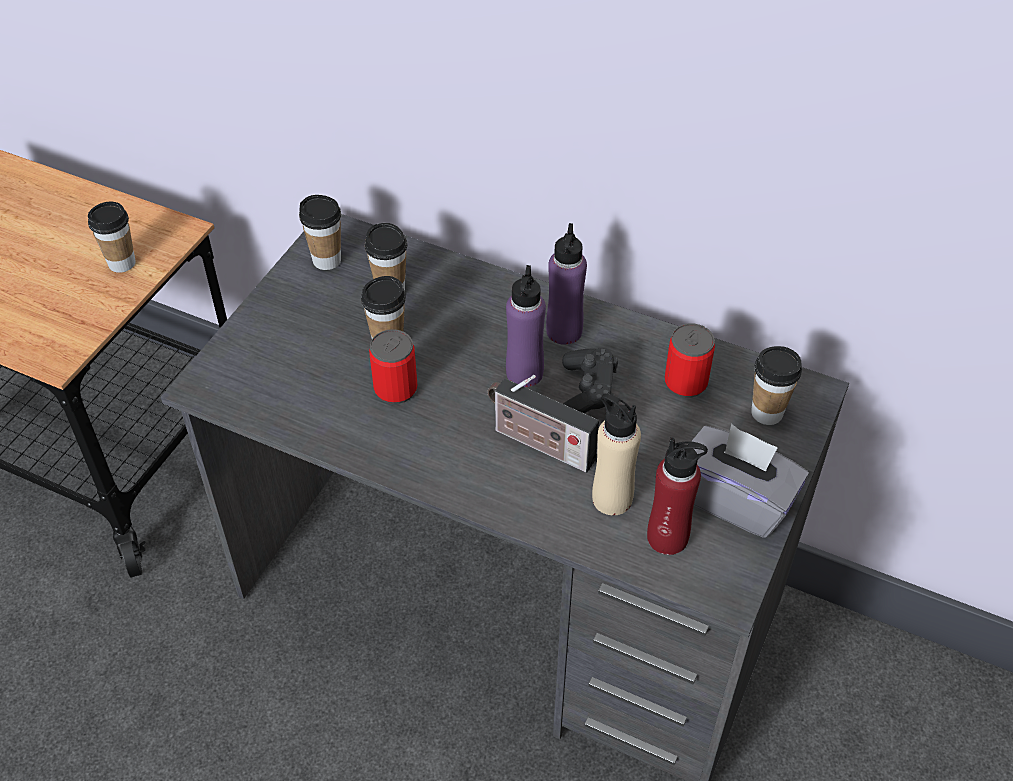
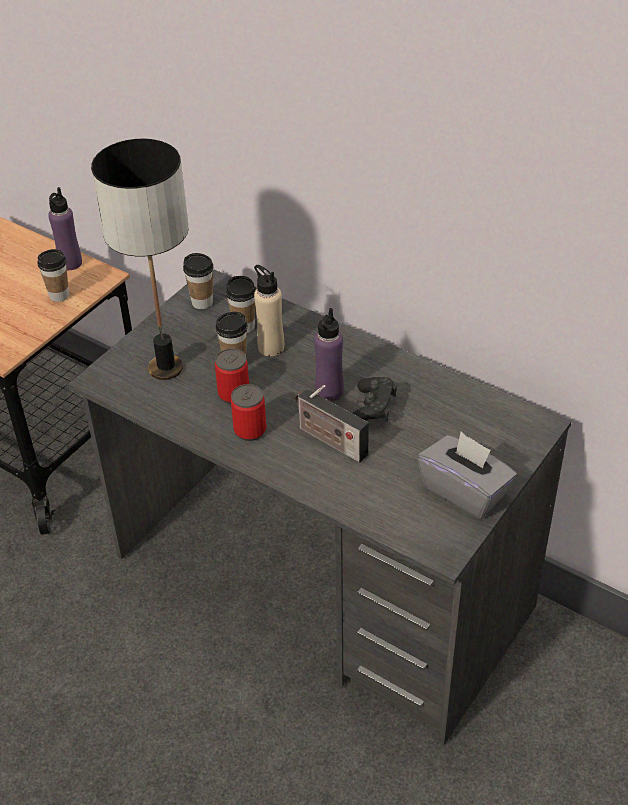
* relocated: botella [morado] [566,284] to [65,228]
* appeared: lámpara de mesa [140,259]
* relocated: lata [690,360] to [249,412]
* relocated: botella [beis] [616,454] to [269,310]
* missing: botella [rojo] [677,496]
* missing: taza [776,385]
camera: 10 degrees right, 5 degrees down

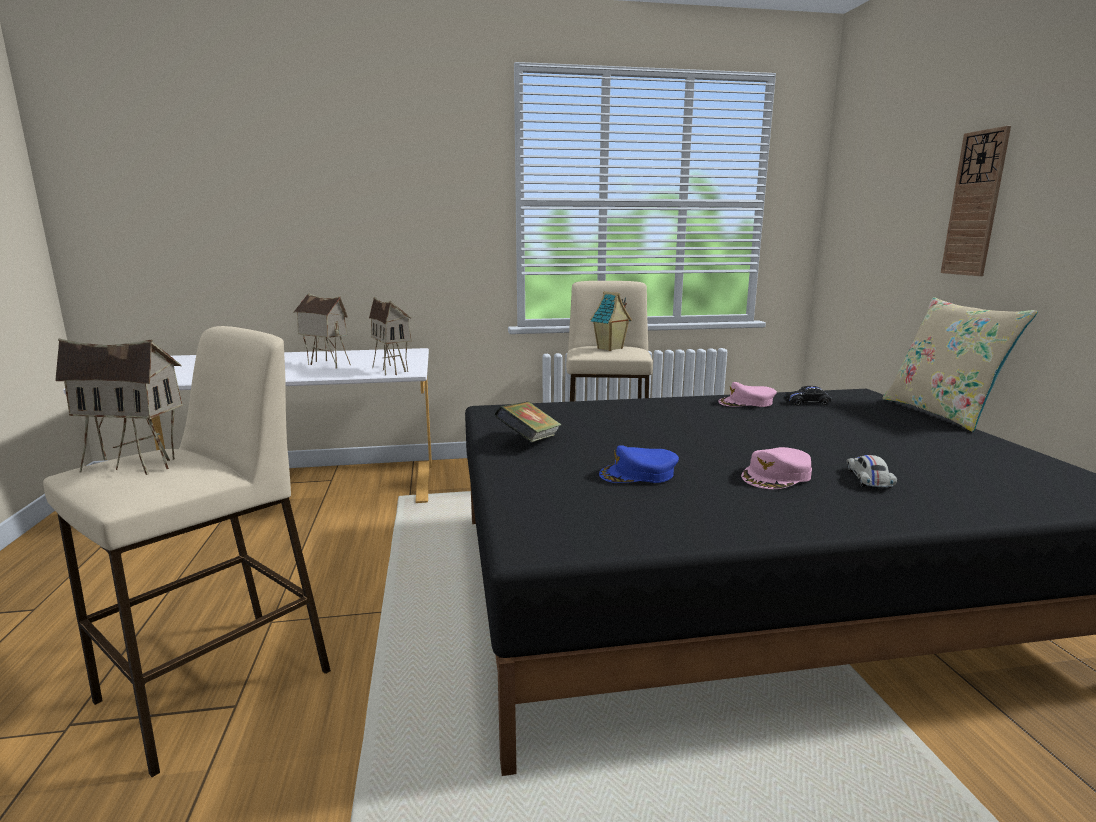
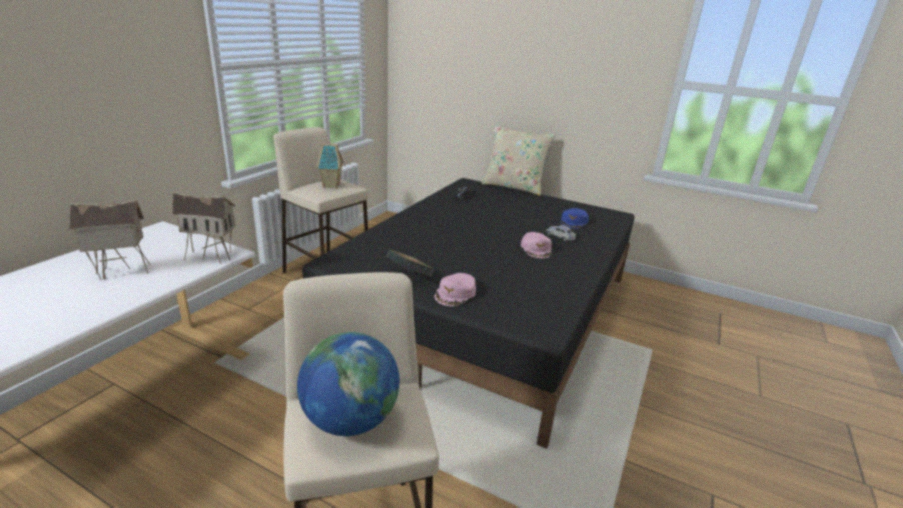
* exchanged: casita [119,406] to globo terráqueo [348,384]
* relocated: gorra [rosa] [747,394] to [455,289]
* relocated: gorra [azul] [639,464] to [575,218]
* missing: reloj de pared [976,201]
camera: 55 degrees left, 10 degrees up

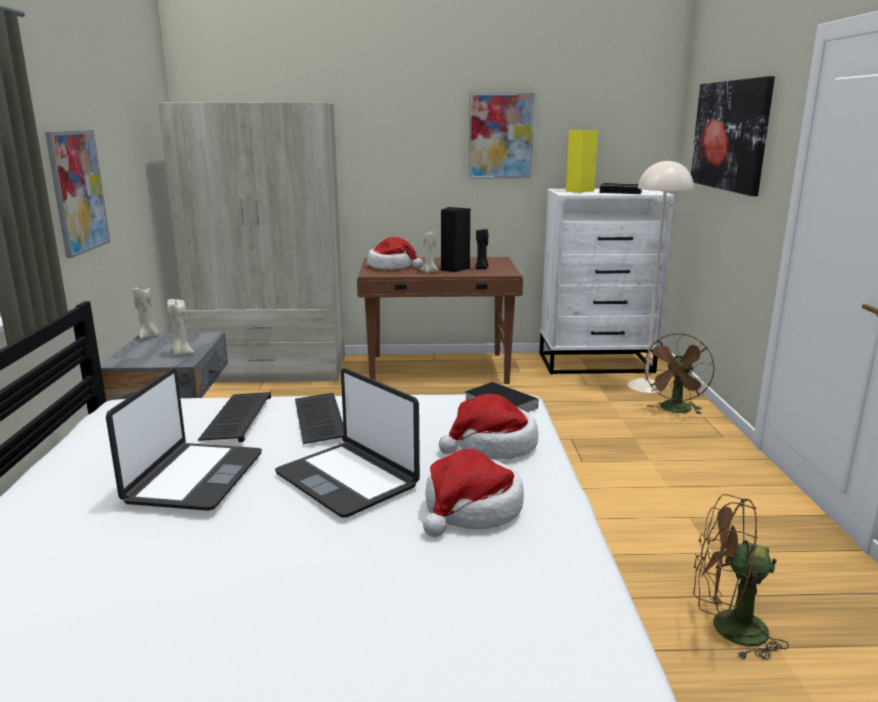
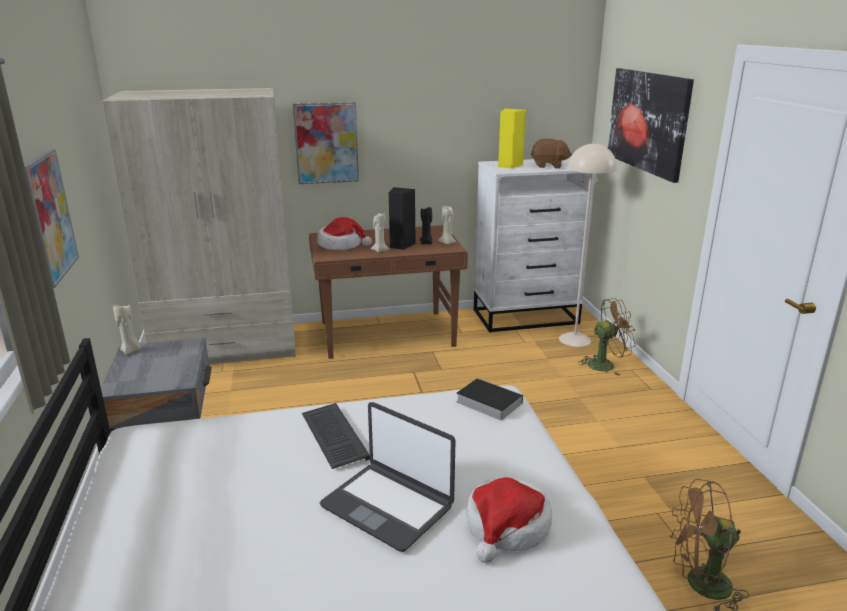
* relocated: cuadro [501,136] to [326,143]
* relocated: vela [beis] [180,327] to [447,225]
* exchanged: libro [623,188] to peluche [marrón] [551,153]
* spun: ventilador [marrón] [678,373] = [607,337] 120 degrees counterclockwise
* missing: portátil [184,439]
* missing: teclado [234,417]
* missing: sombrero [488,427]
camera: 10 degrees left, 5 degrees up

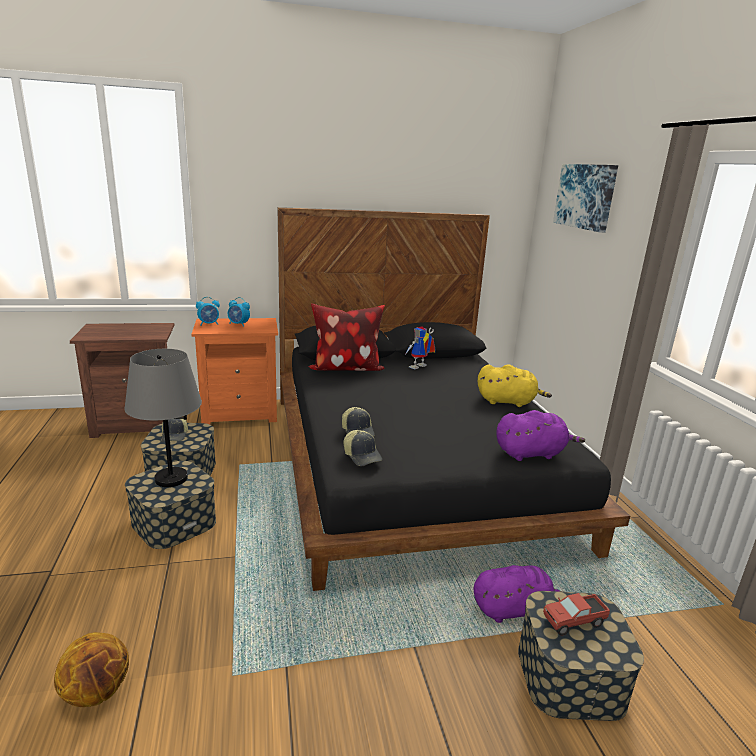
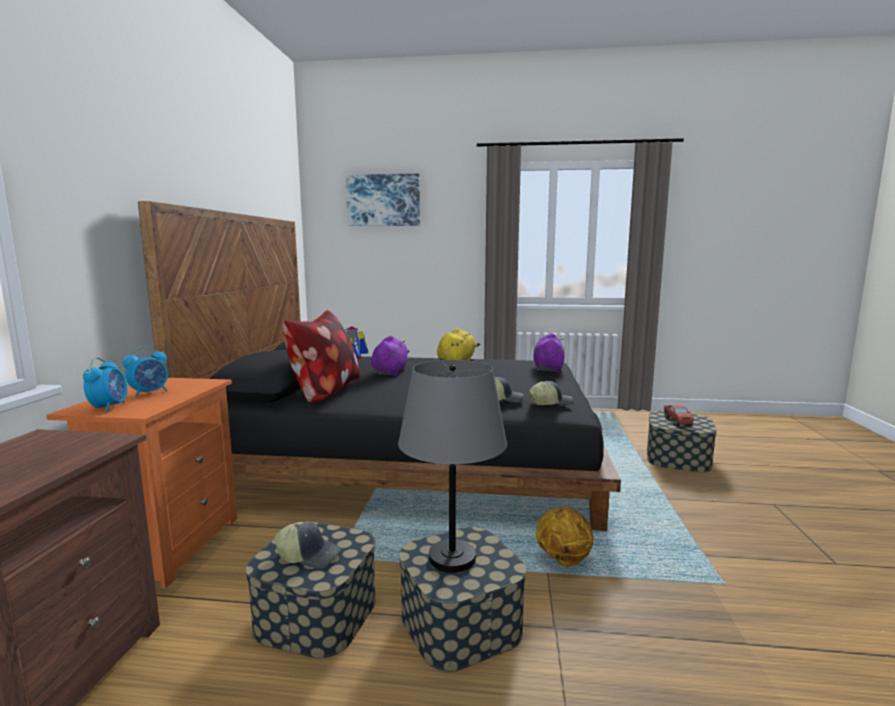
* relocated: peluche [morado] [518,594] to [390,356]
* relocated: balón de baloncesto [91,669] to [564,537]
camera: 70 degrees left, 10 degrees down

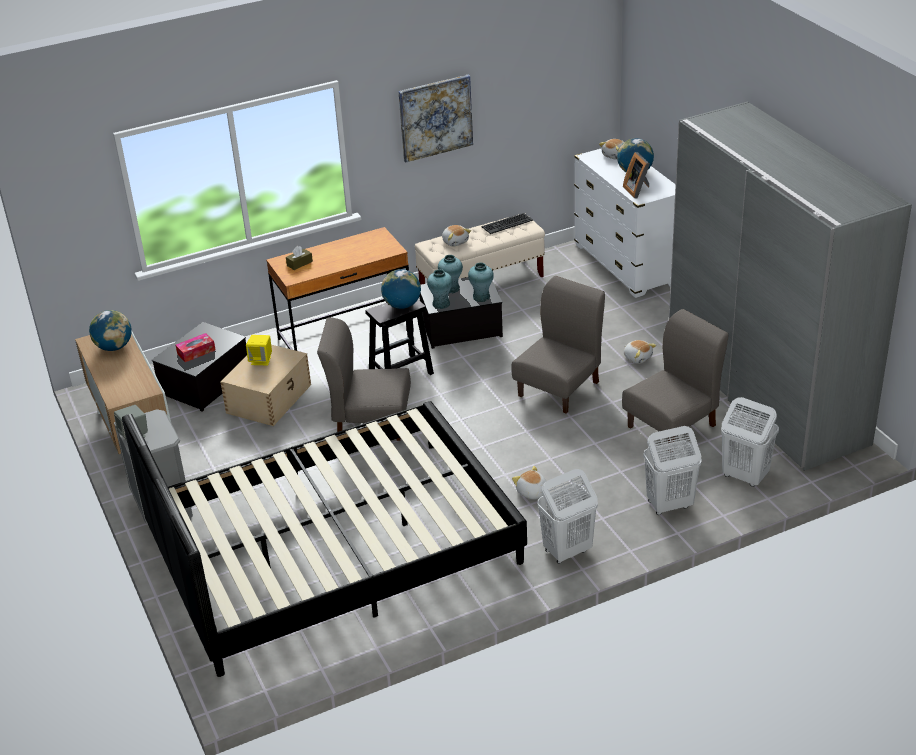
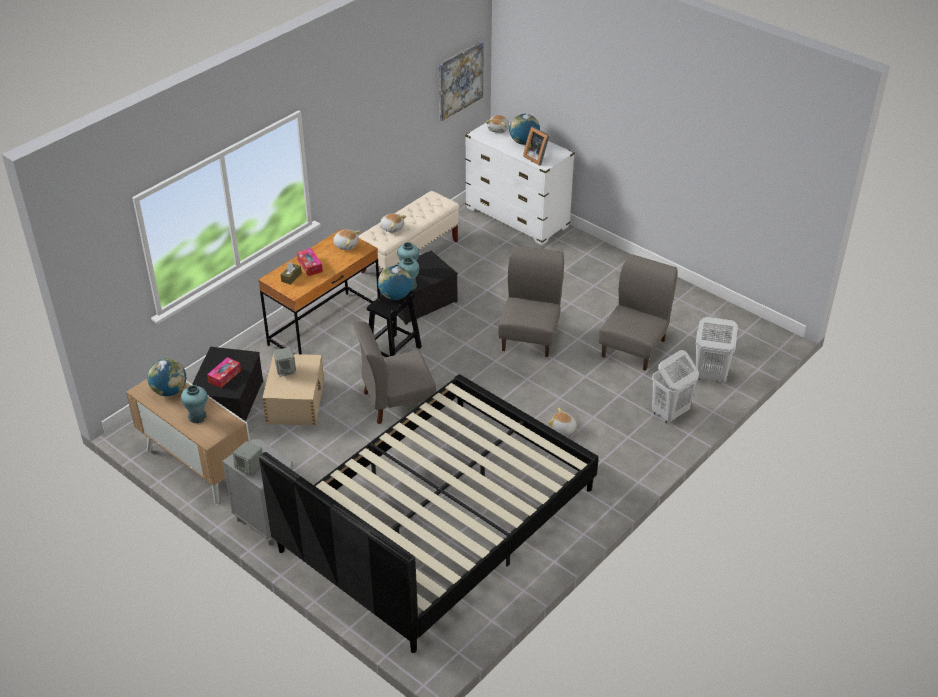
* relocated: florero [turquesa] [481,282] to [194,404]
* colour: altavoz [amarillo] [259,350] to altavoz [gris] [285,362]
* appeared: caja de pañuelos [310,262]
* relocated: peluche [640,352] to [346,240]
* relocated: cuadro [435,118] to [461,81]
* missing: teclado [507,223]
* missing: cesto de la ropa [blanco] [568,516]
* missing: armario ropero [gris] [790,286]
camera: 25 degrees left, 5 degrees up

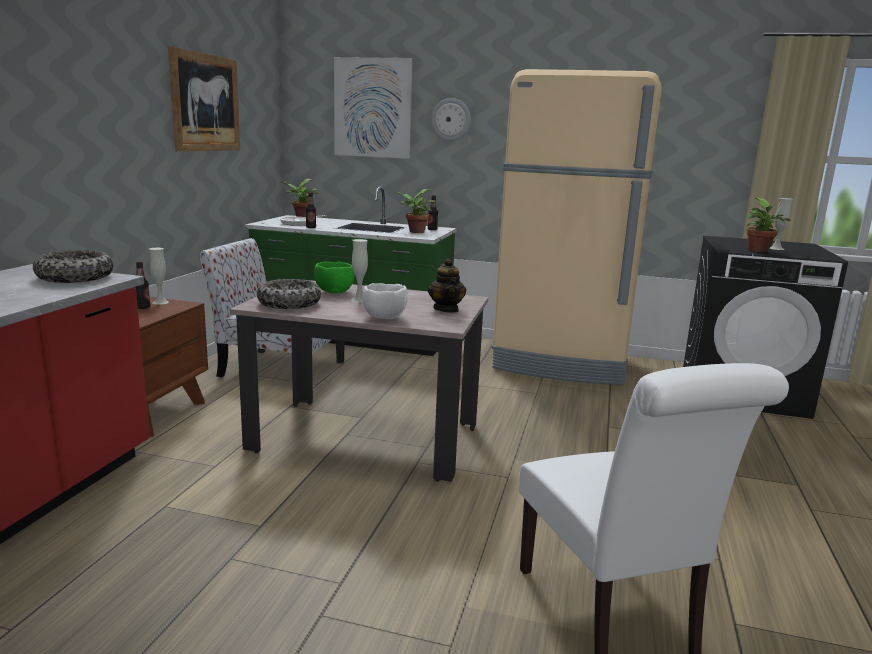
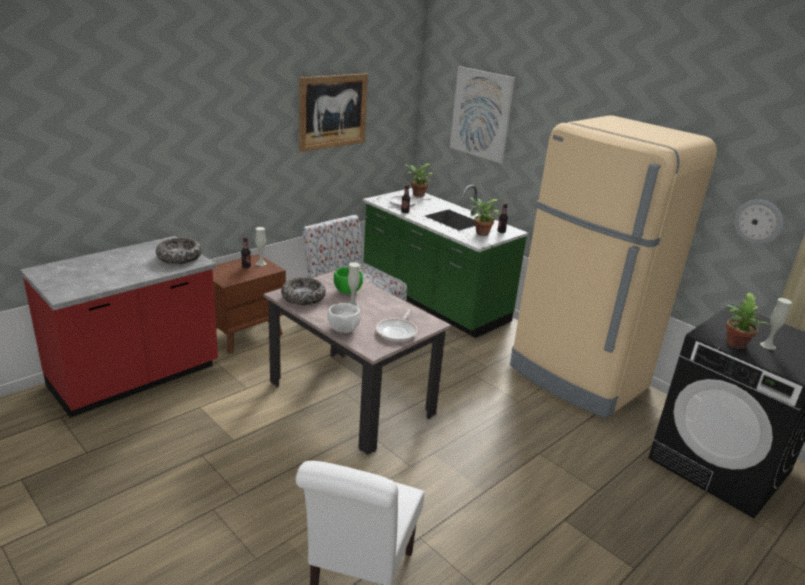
* exchanged: tetera [447,285] to sartén [397,325]
* relocated: reloj de pared [451,119] to [758,222]
camera: 30 degrees right, 10 degrees up

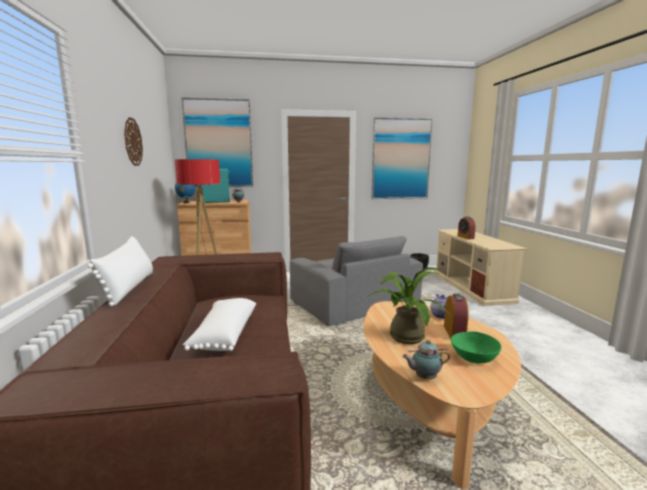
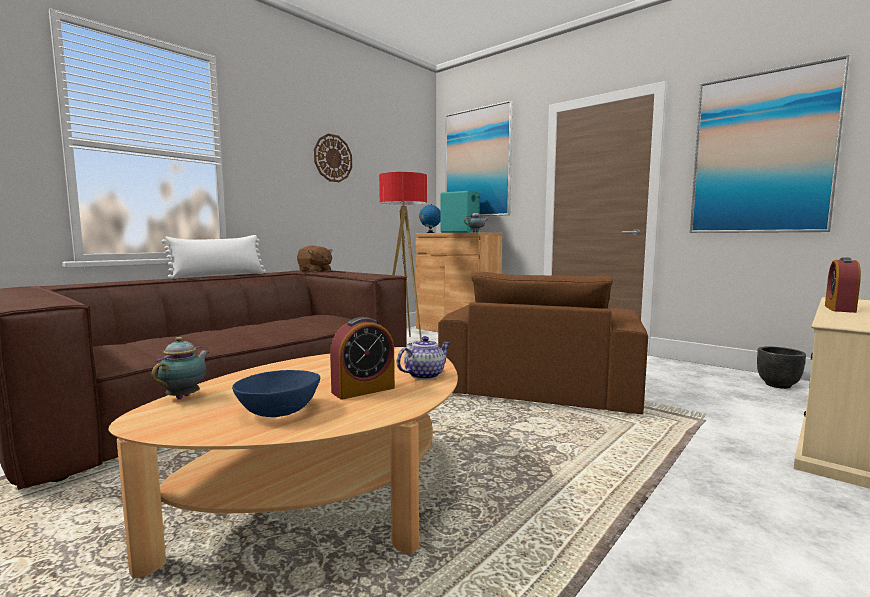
* spun: tetera [426,359] = [180,368] 60 degrees clockwise
* colour: cuenco [verde] [476,347] to cuenco [azul] [276,393]
* appeared: peluche [marrón] [315,258]
* colour: sillón [gris] [356,281] to sillón [marrón] [543,343]
* missing: cojín [blanco] [219,324]
* missing: planta en maceta [409,305]
camera: 50 degrees right, 5 degrees down

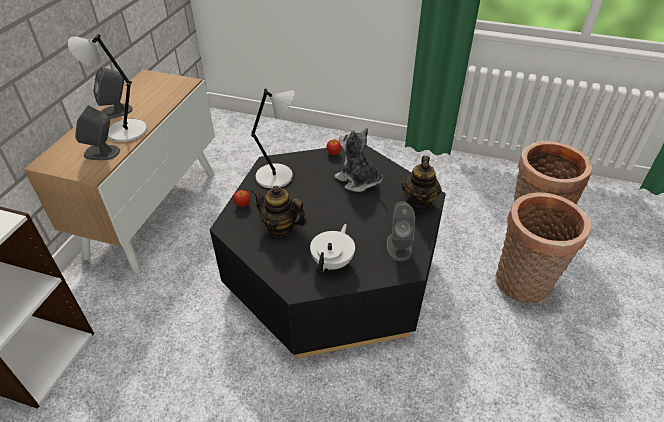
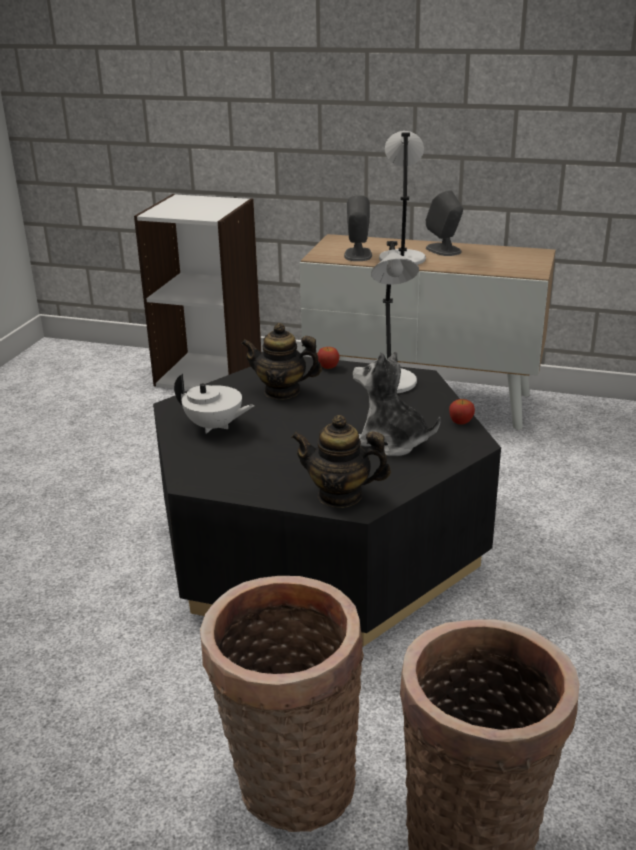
* spun: tetera [279,211] = [281,361] 105 degrees counterclockwise
* spun: peluche [358,160] = [397,403] 105 degrees counterclockwise
* missing: altavoz [gris] [400,231]
camera: 90 degrees right, 15 degrees down

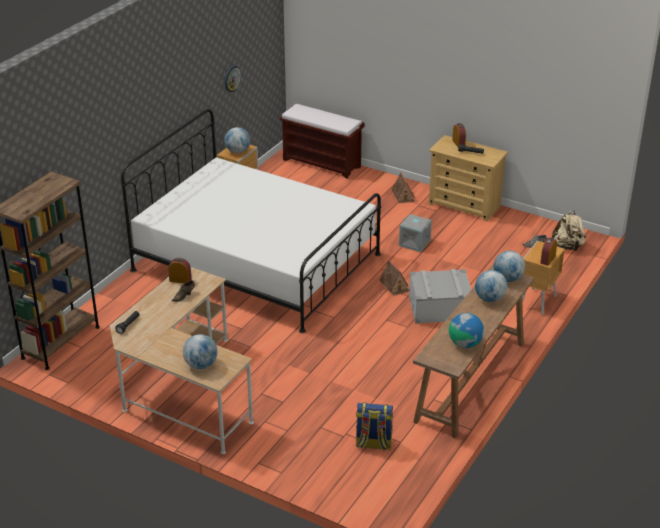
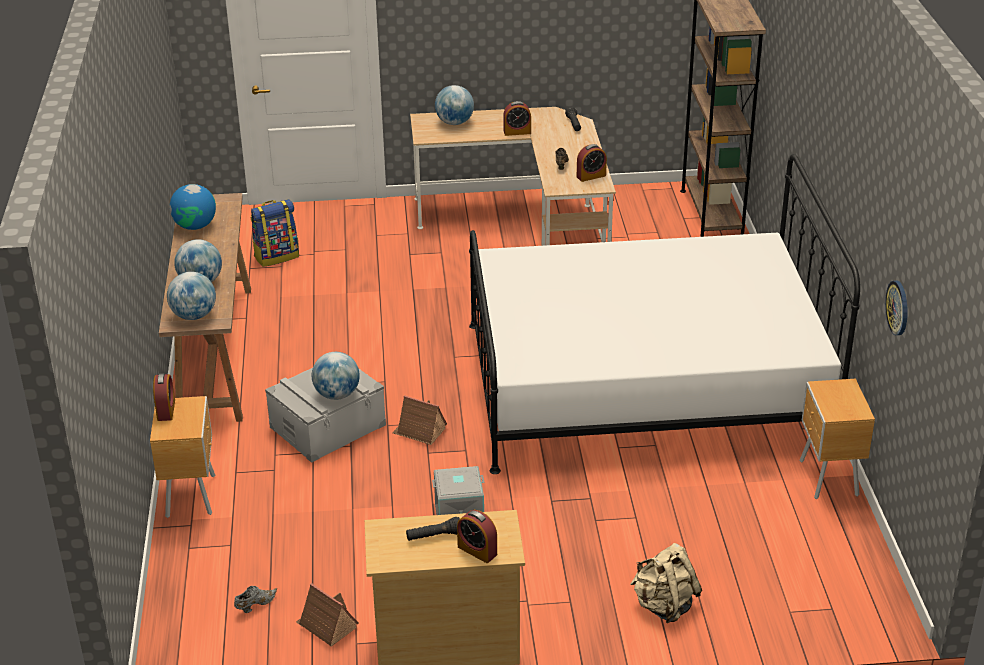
* relocated: casita [403,187] to [327,615]
* relocated: globo terráqueo [237,140] to [336,376]
* appeared: despertador [517,118]
* relocated: mochila [beis] [569,230] to [666,583]
* missing: banco [marrón] [322,141]
camera: 145 degrees right, 0 degrees up

